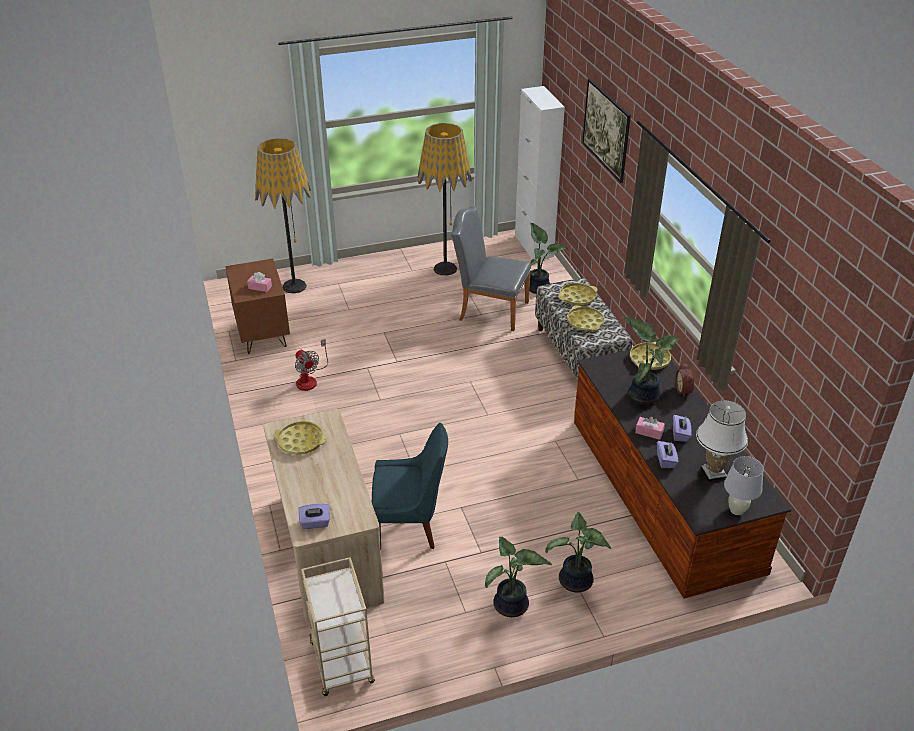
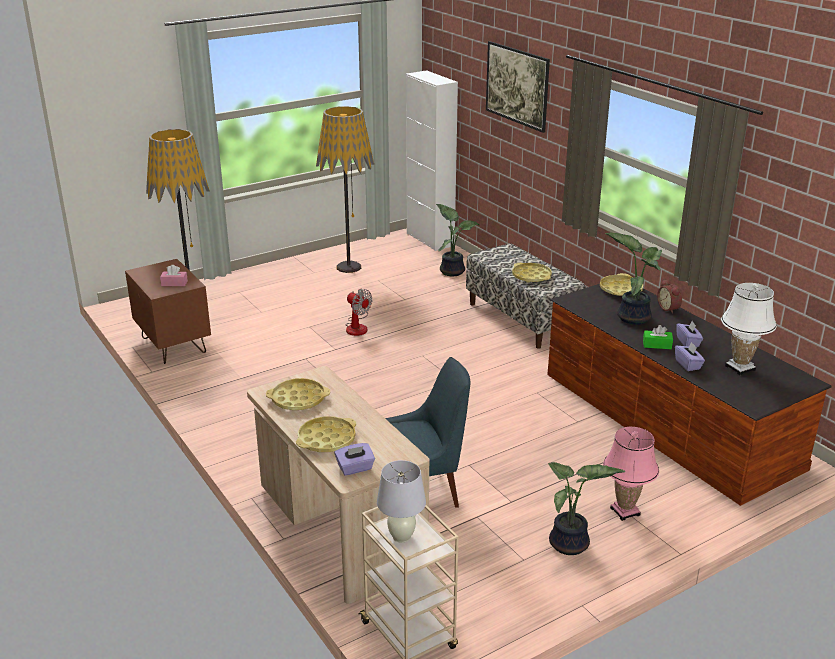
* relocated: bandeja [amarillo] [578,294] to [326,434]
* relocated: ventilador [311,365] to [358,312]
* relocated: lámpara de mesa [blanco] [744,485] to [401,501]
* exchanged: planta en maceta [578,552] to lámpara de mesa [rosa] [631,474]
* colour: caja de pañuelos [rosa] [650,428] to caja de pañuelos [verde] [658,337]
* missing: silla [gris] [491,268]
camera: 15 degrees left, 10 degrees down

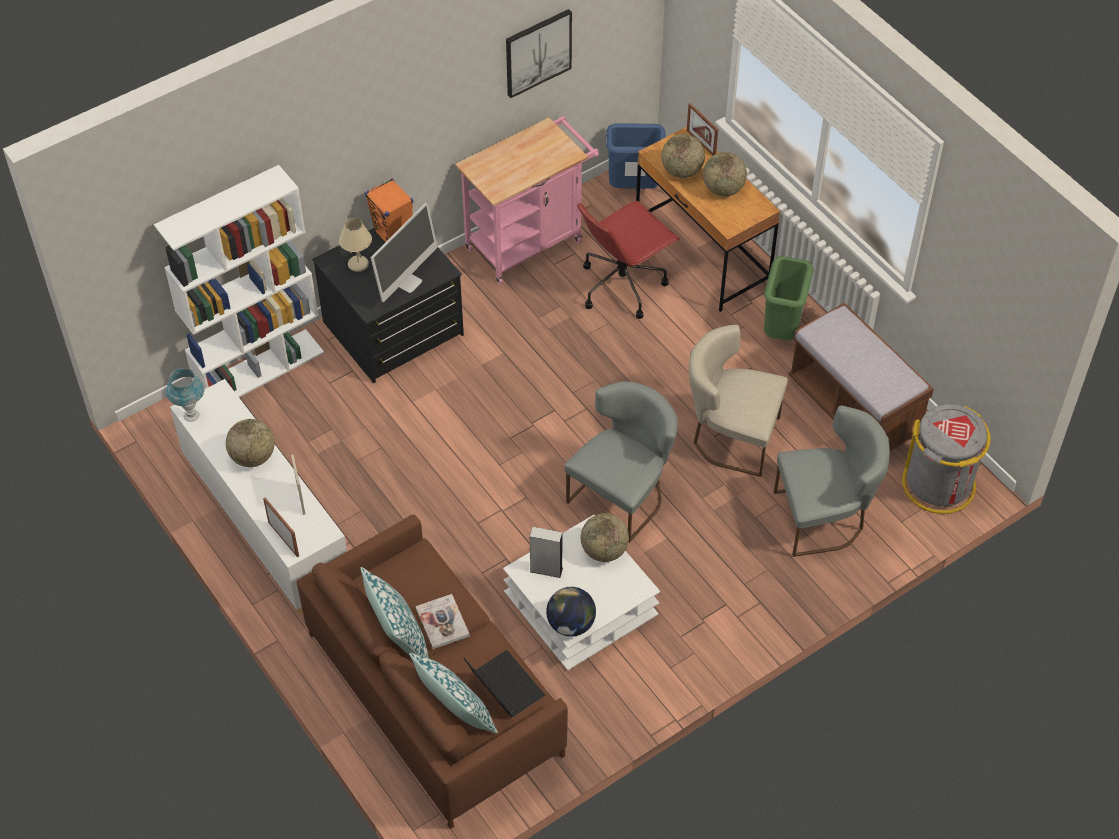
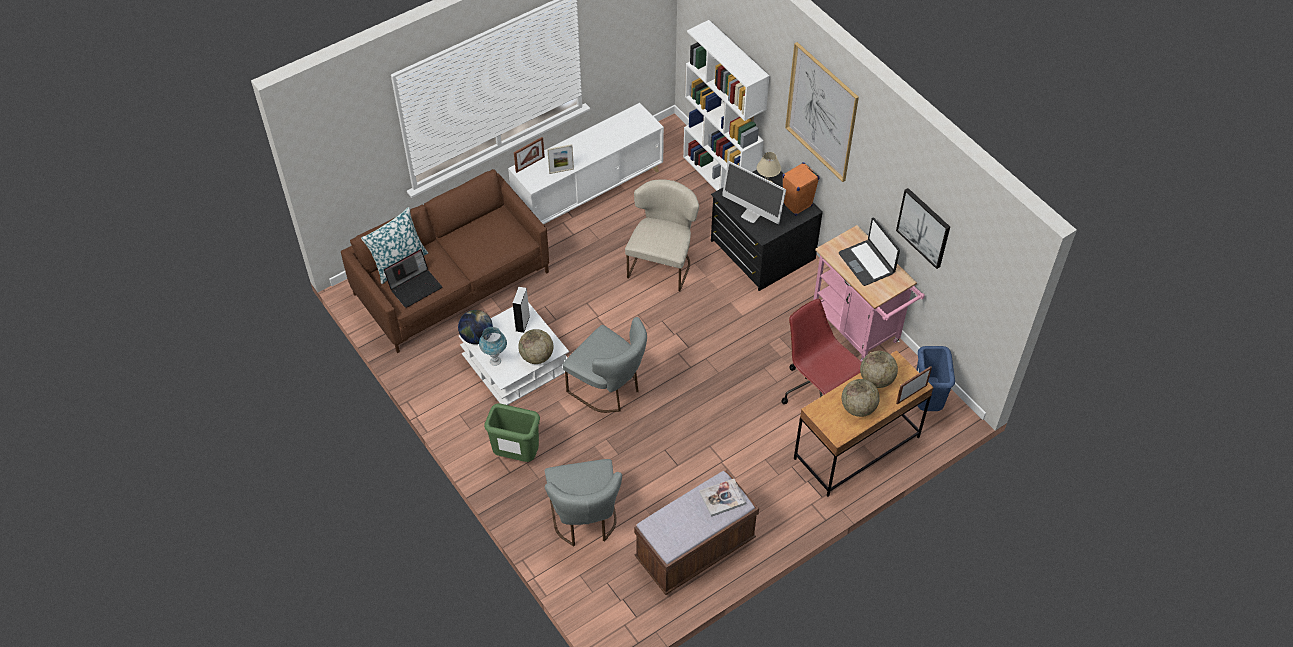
* relocated: lámpara de mesa [azul] [185,395] to [493,346]
* relocated: papelera [verde] [788,298] to [512,432]
* relocated: silla [beis] [738,401] to [662,235]
* relocated: libro [442,621] to [722,498]
* appeared: cuadro [822,112]
* appeared: portátil [869,251]
* missing: globo terráqueo [250,443]
* missing: cojín [394,612]
* missing: papelera [gris] [946,459]
camera: 90 degrees right, 0 degrees up

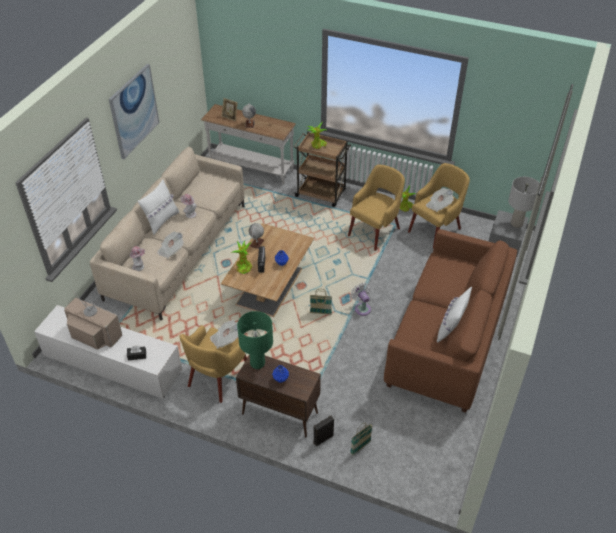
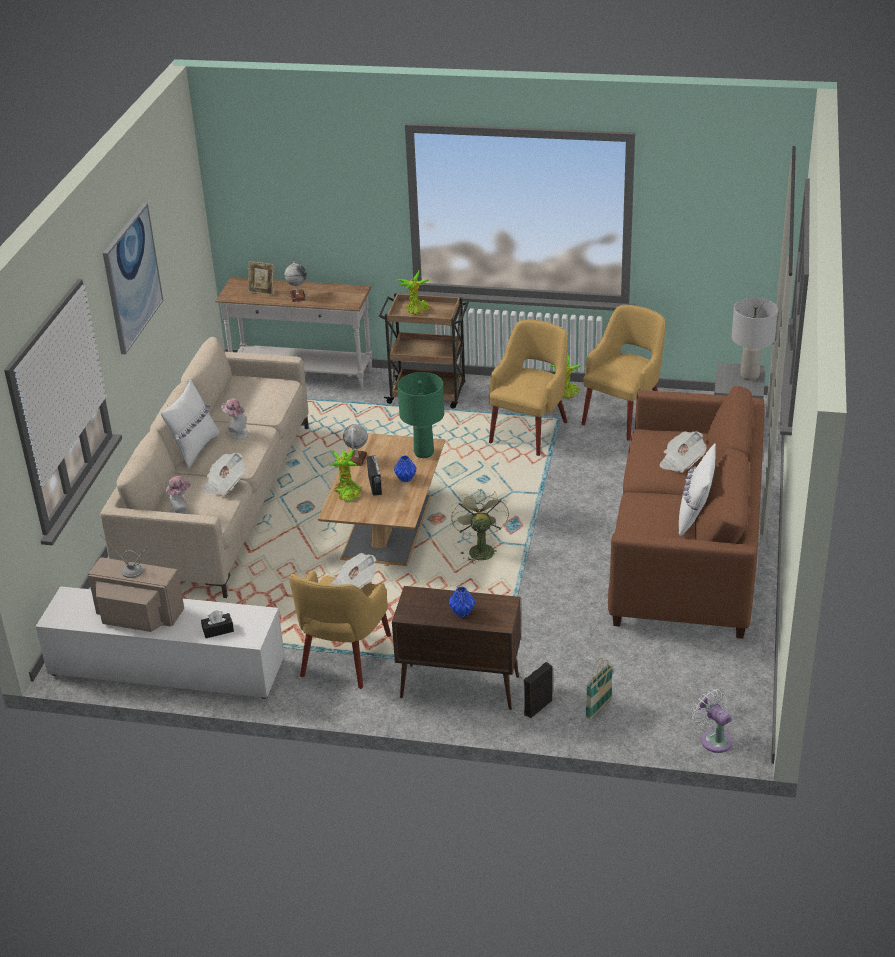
* relocated: lámpara de mesa [verde] [255,340] to [421,415]
* exchanged: cesta [321,302] to ventilador [verde] [480,526]
* relocated: periódico [440,200] to [683,452]
* relocated: ventilador [blanco] [360,299] to [712,721]
camera: 10 degrees left, 10 degrees down

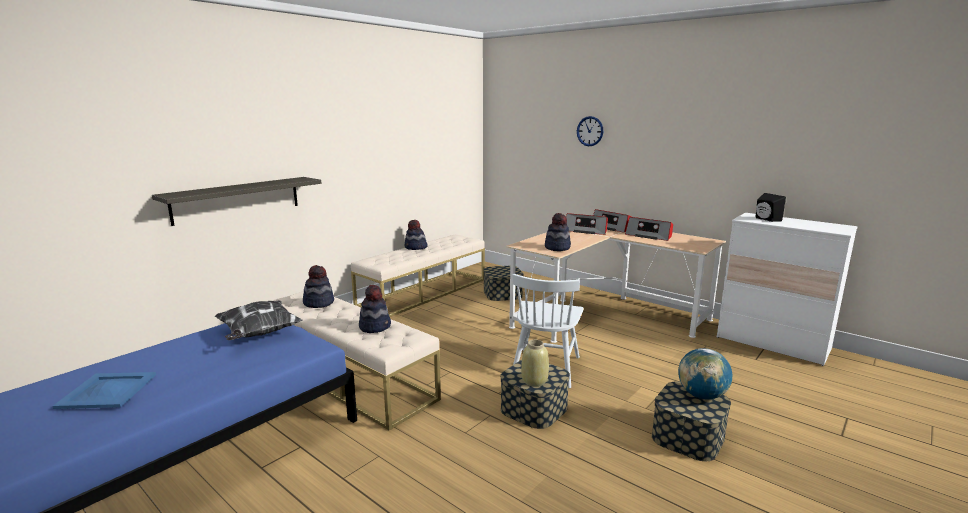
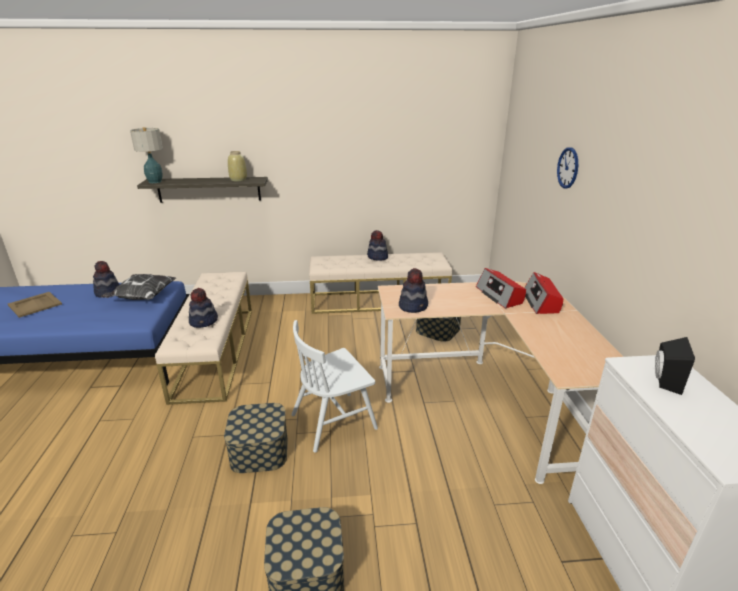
* colour: bandeja [azul] [104,390] to bandeja [beis] [35,305]
* relocated: sombrero [318,286] to [106,279]
* appeared: lámpara de mesa [146,155]
* relocated: florero [beis] [535,363] to [237,166]
* missing: radio [649,229]
* missing: globo terráqueo [705,374]
camera: 45 degrees right, 10 degrees up

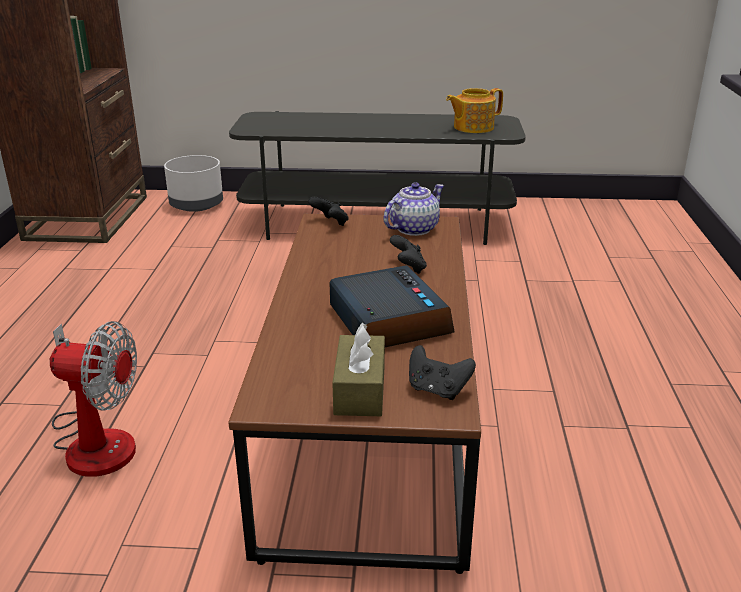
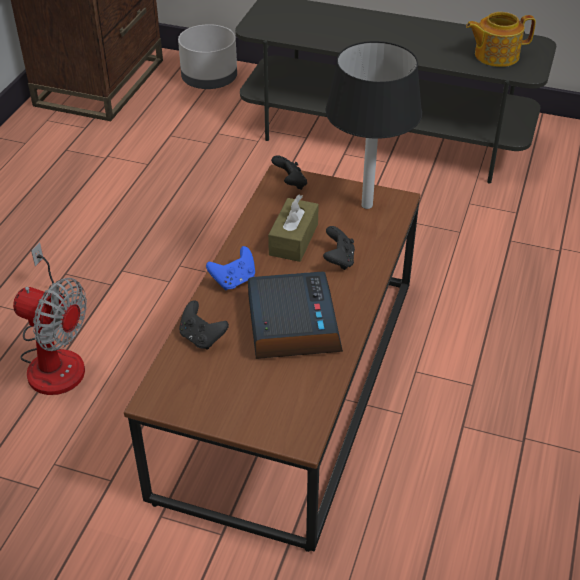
* relocated: mando de consola [negro] [442,372] to [204,325]
* appeared: mando de consola [azul] [230,268]
* relocated: caja de pañuelos [marrón] [358,369] to [293,228]
* exchanged: tetera [413,209] to lámpara de mesa [negro] [373,125]
camera: 15 degrees right, 15 degrees up

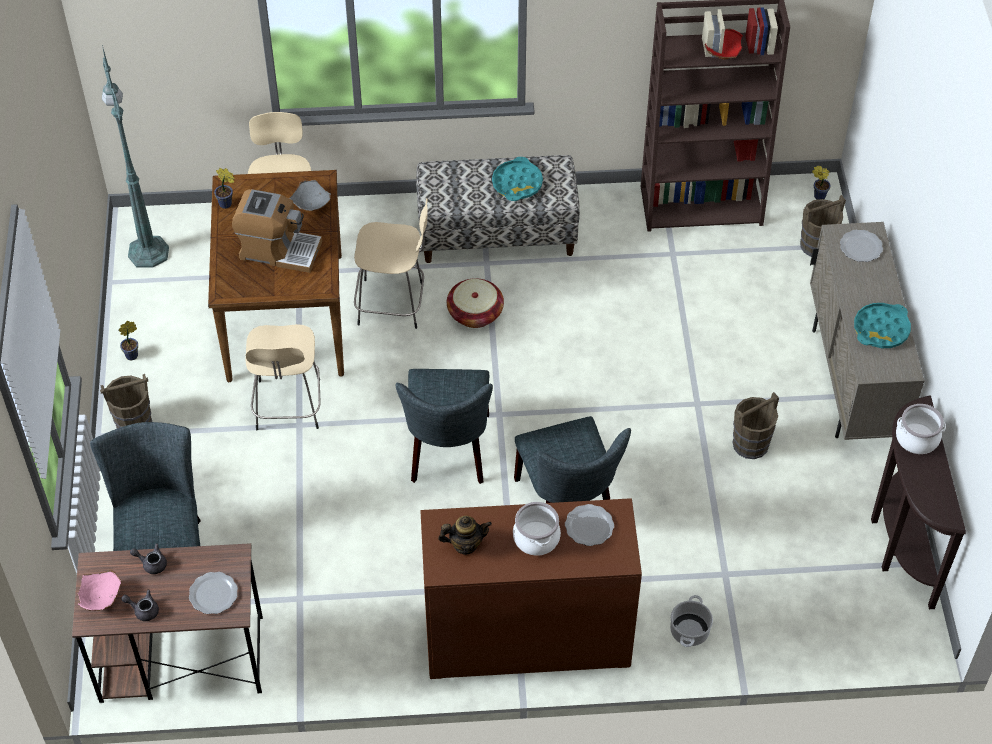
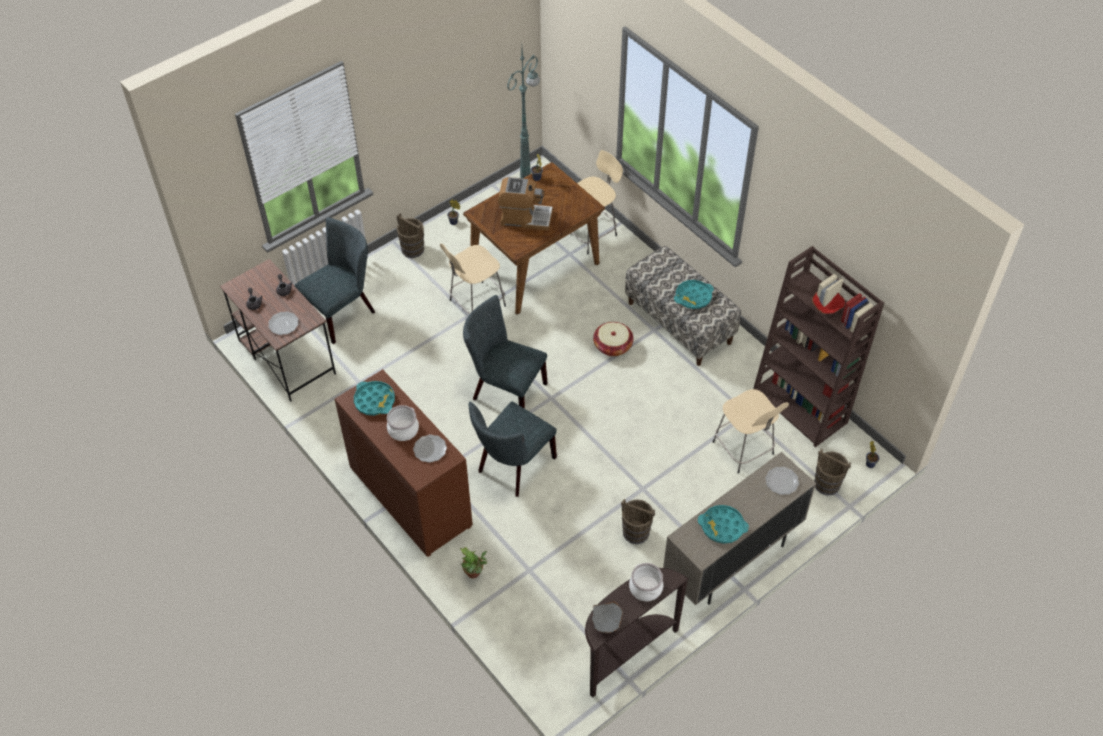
* exchanged: tetera [465,535] to bandeja [turquesa] [374,398]
* exchanged: olla [691,621] to planta en maceta [473,562]
* spun: silla [gris] [444,426] = [505,352] 60 degrees clockwise
* spun: cafetera [277,231] = [525,204] 60 degrees counterclockwise
* relocated: cuenco [gris] [310,195] to [607,617]
* relocated: taburete [beis] [391,263] to [750,431]
* missing: cuenco [rosa] [99,590]
camera: 55 degrees right, 0 degrees up

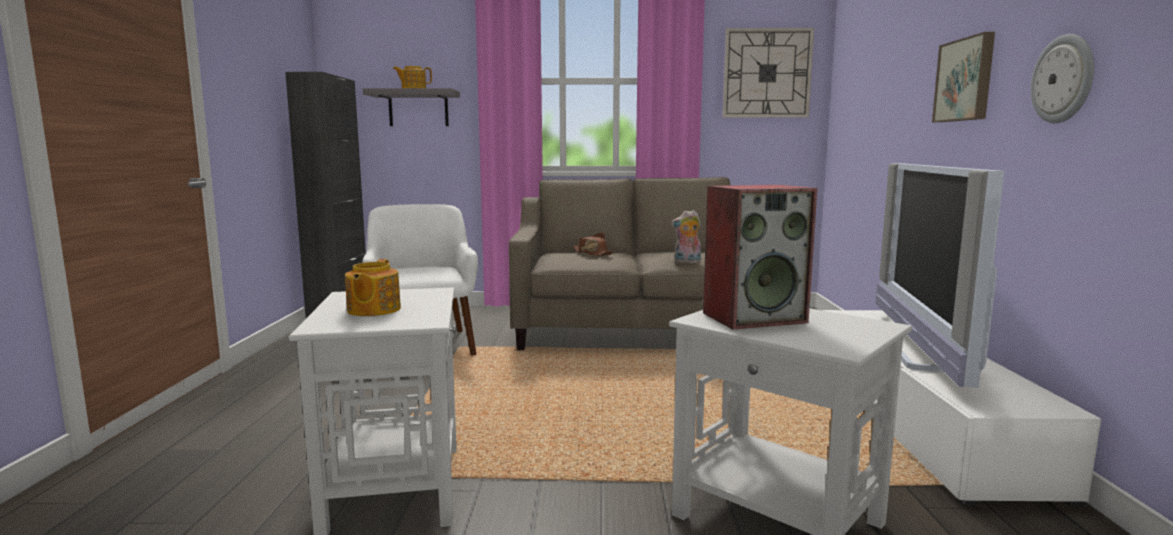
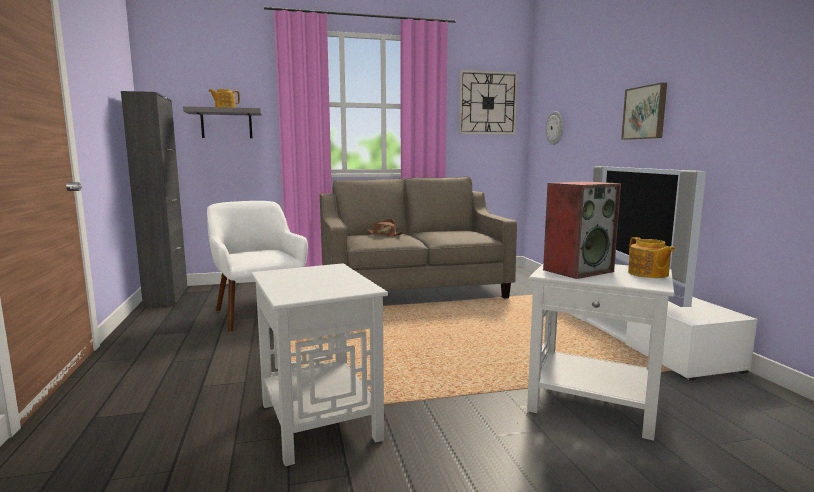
* relocated: reloj de pared [1062,78] to [554,128]
* relocated: tetera [373,287] to [651,257]
* missing: peluche [686,236]
camera: 15 degrees left, 0 degrees up

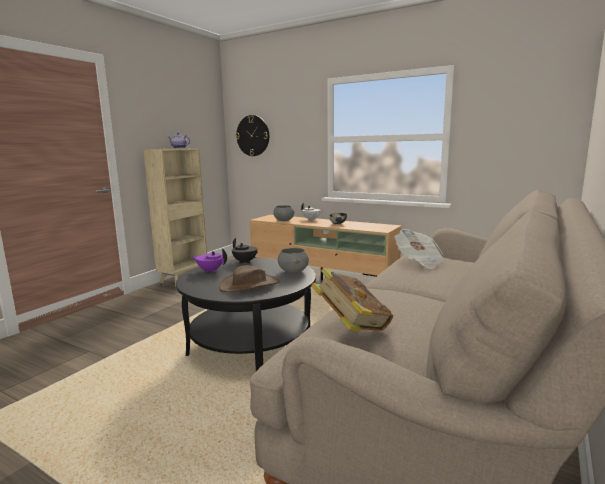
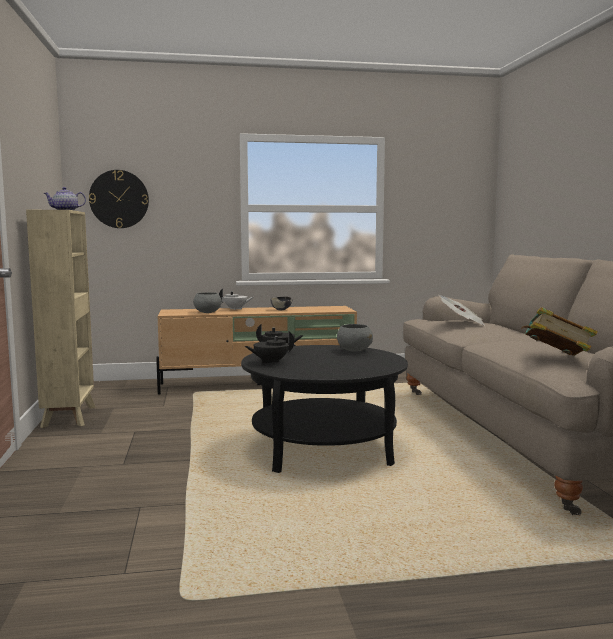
* colour: tetera [morado] [209,260] to tetera [negro] [269,347]
* missing: sombrero [marrón] [249,278]
camera: 40 degrees left, 5 degrees down

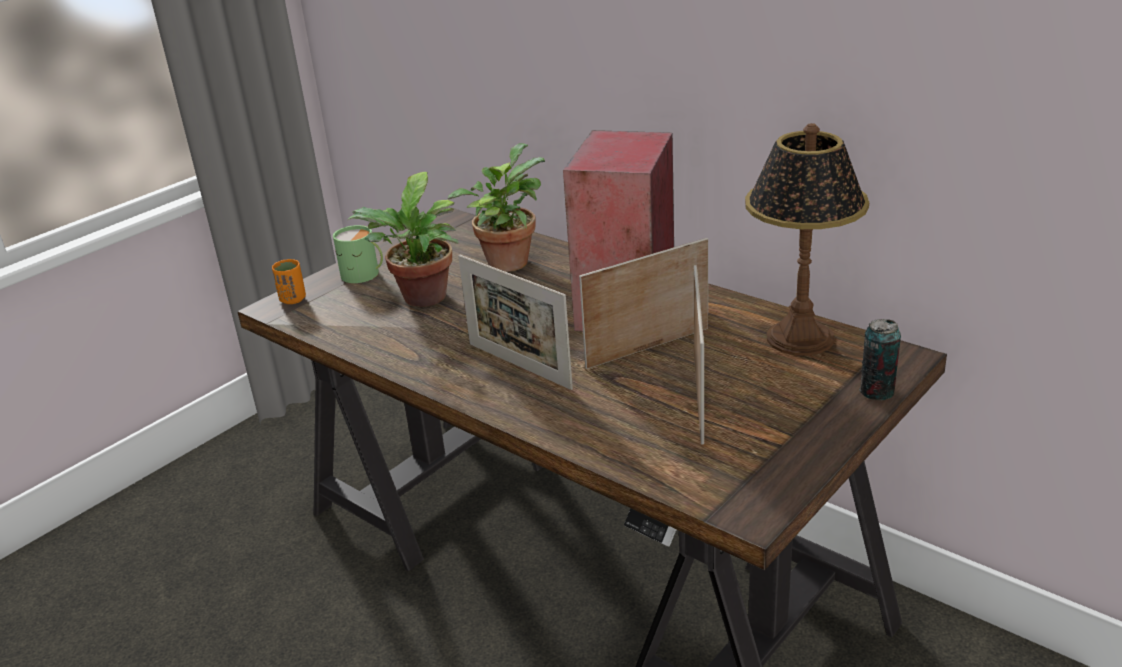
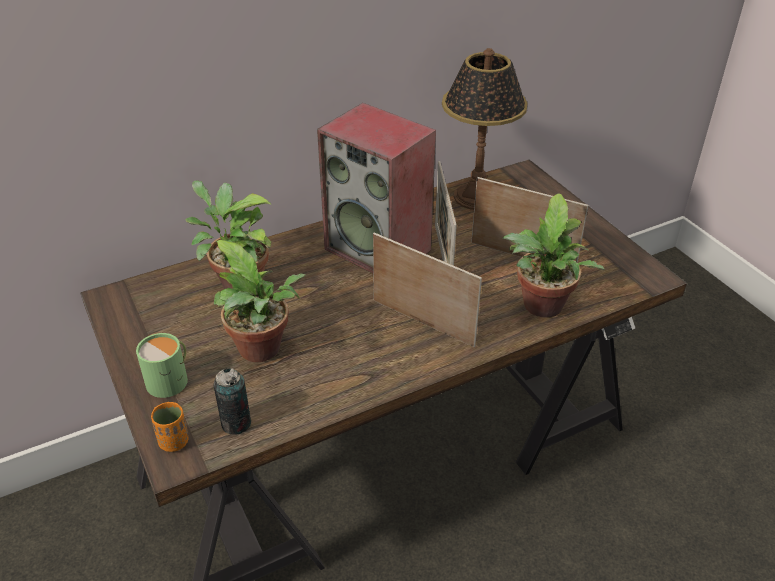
* relocated: lata [880,359] to [232,401]
* spun: portarretratos [515,322] = [427,289] 120 degrees counterclockwise
* appeared: planta en maceta [554,256]
camera: 70 degrees left, 10 degrees up

